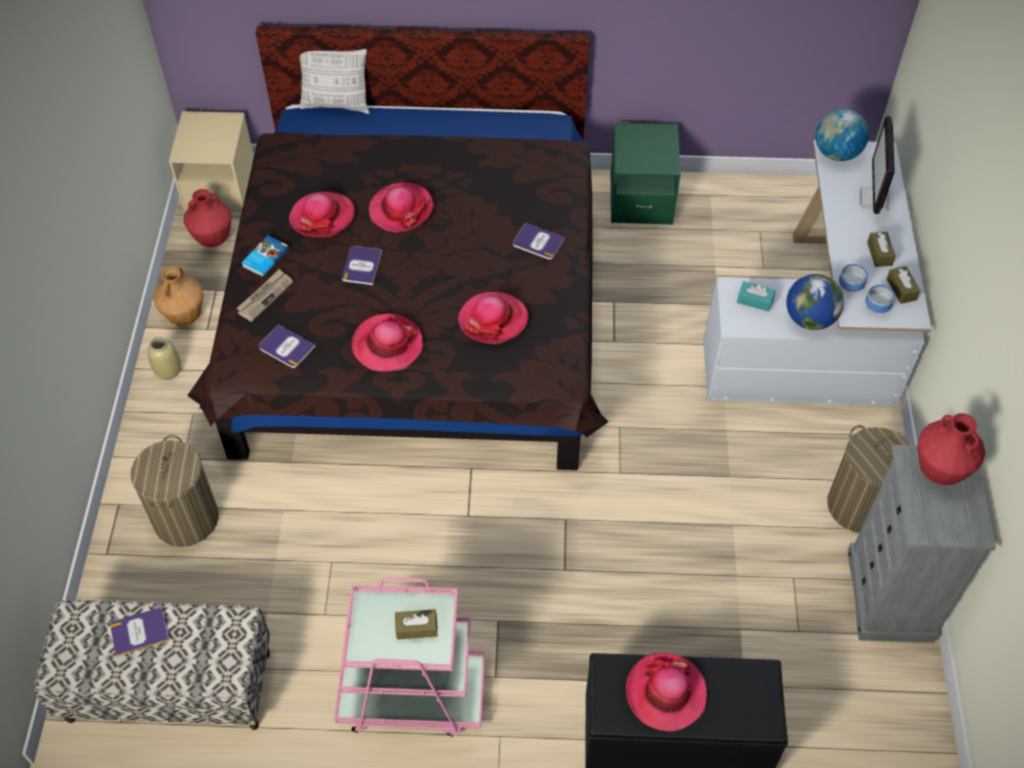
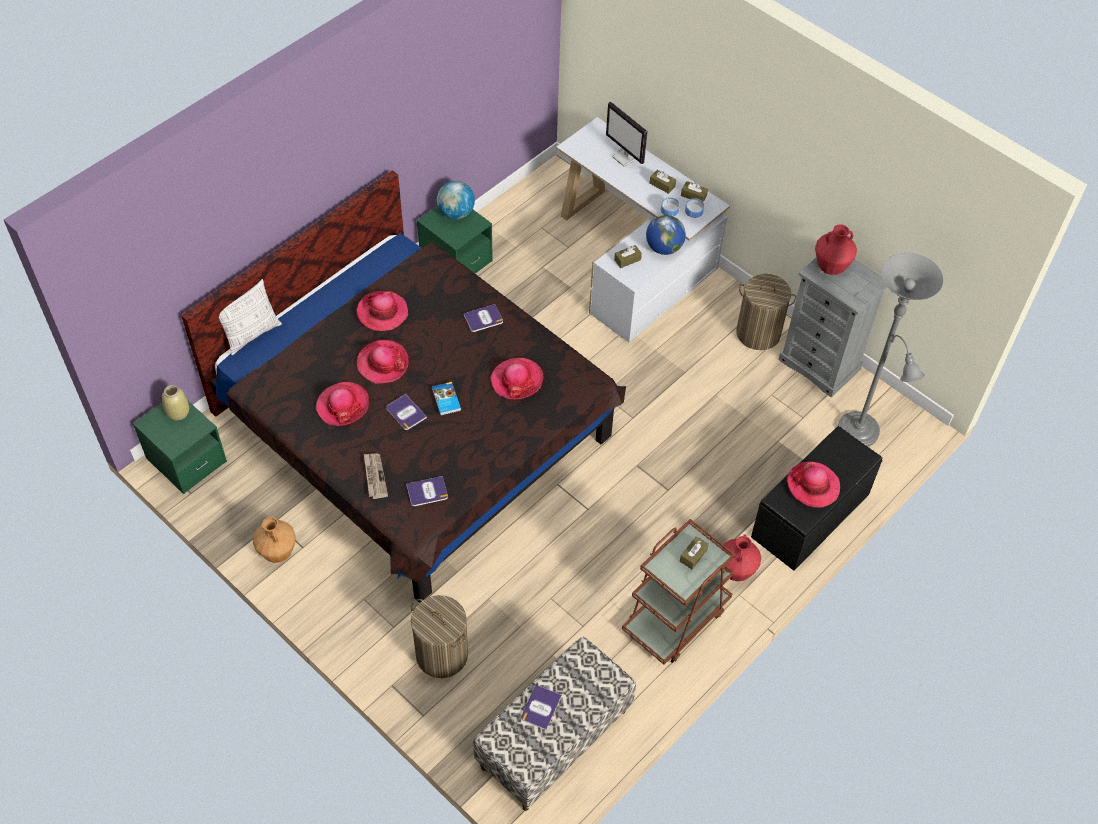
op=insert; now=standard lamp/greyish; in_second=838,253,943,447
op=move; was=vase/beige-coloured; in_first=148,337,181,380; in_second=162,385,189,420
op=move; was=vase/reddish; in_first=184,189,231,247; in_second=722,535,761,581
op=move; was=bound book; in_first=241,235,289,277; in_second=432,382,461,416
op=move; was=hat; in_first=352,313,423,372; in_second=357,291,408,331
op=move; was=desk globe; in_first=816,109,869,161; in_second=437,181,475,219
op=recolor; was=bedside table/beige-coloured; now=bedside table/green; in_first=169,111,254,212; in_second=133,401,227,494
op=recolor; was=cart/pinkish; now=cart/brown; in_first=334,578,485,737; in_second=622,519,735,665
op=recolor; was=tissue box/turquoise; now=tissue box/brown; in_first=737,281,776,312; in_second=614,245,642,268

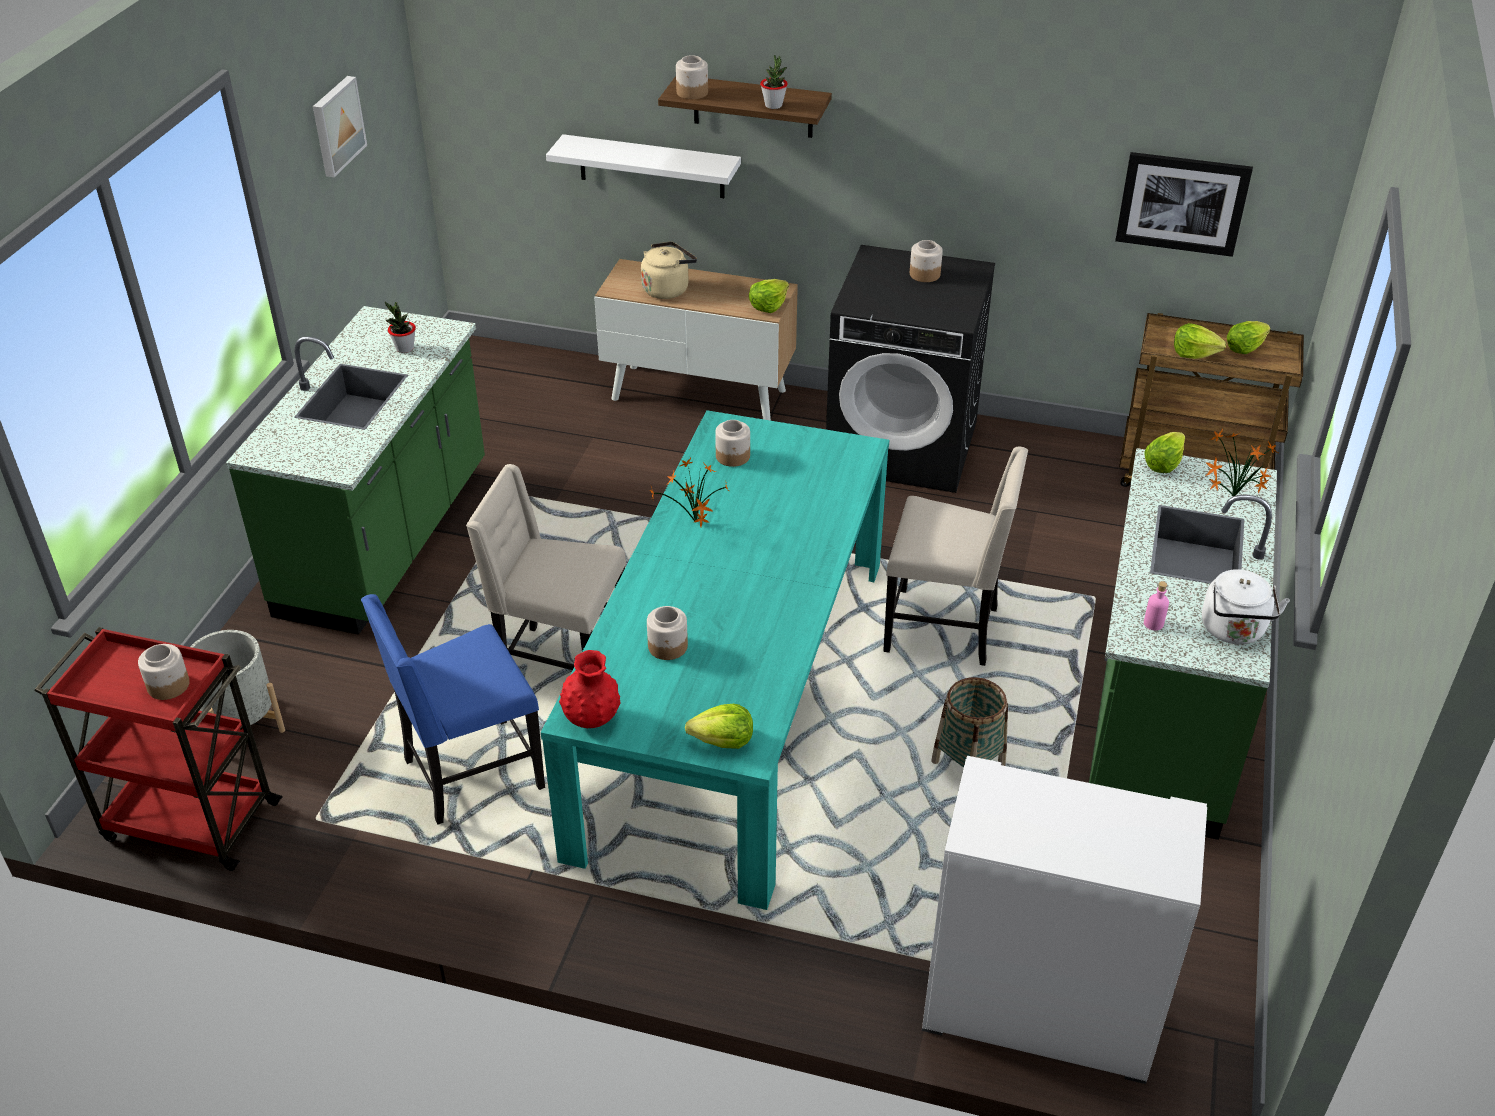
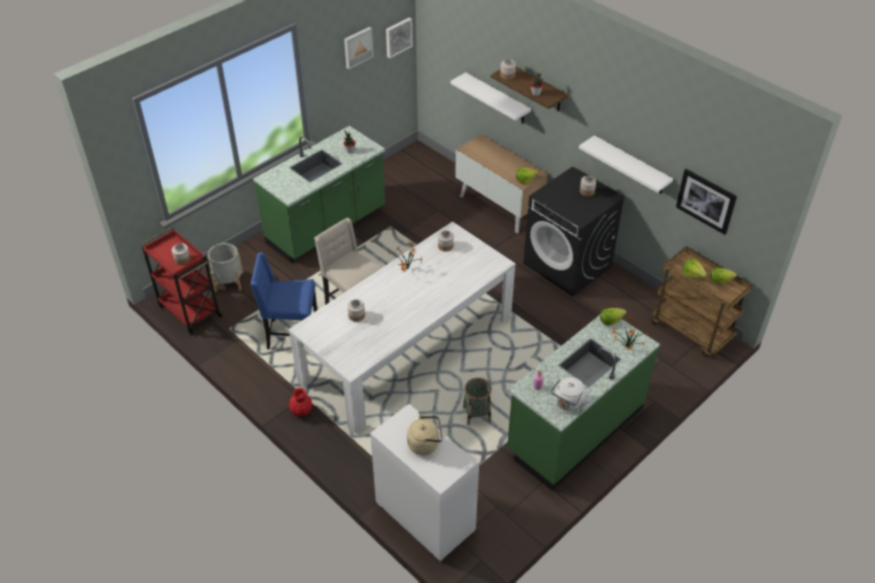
op=delete; was=head of lettuce; in_first=685,704,753,749
op=delete; was=chair/beige-coloured; in_first=883,447,1028,666
op=insert; now=wall picture; in_second=386,17,413,58
op=insert; now=bracket shelf/white; in_second=579,135,673,194
op=move; was=vase/reddish; in_first=559,650,621,728; in_second=289,388,313,416
op=move; was=water kettle/beige-coloured; in_first=641,241,697,299; in_second=407,415,443,455
op=recolor; was=kitchen table/turquoise; now=kitchen table/white; in_first=541,410,889,910; in_second=288,221,516,434

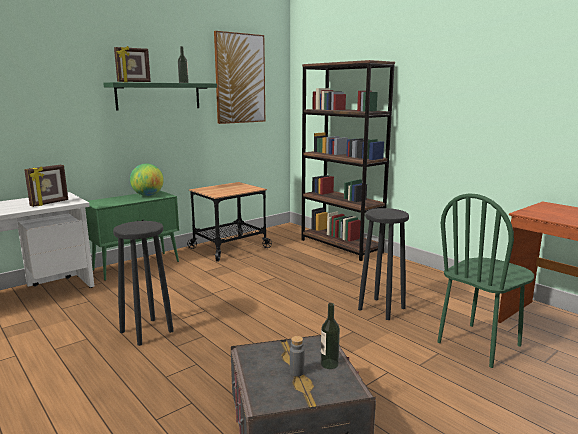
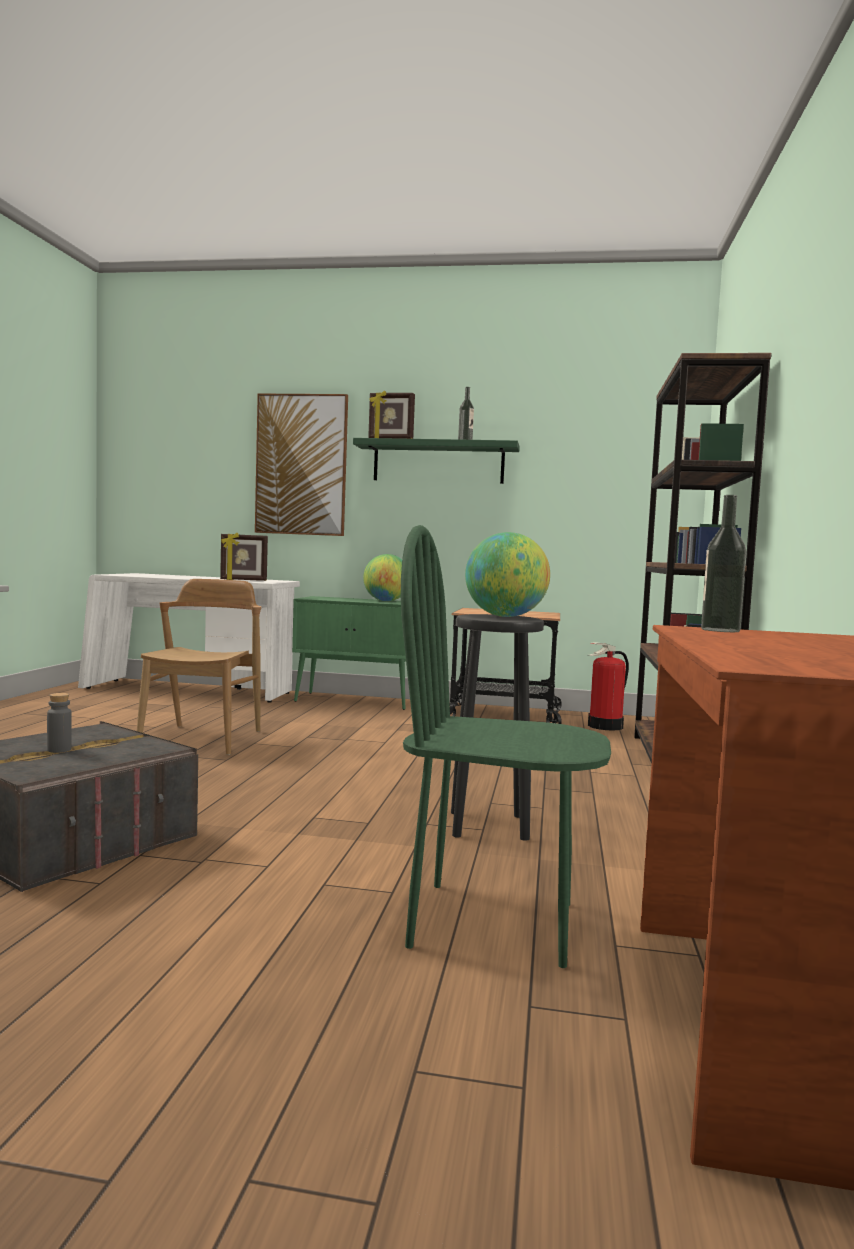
op=insert; now=desk globe; in_second=465,532,550,617
op=insert; now=extinguisher; in_second=588,642,629,730
op=move; was=wall picture; in_first=214,31,265,124; in_second=255,393,348,536
op=move; was=bottle; in_first=321,303,340,369; in_second=701,495,746,632
op=replace; was=stool/blackish; now=chair/brown; in_first=113,221,174,346; in_second=137,579,262,755

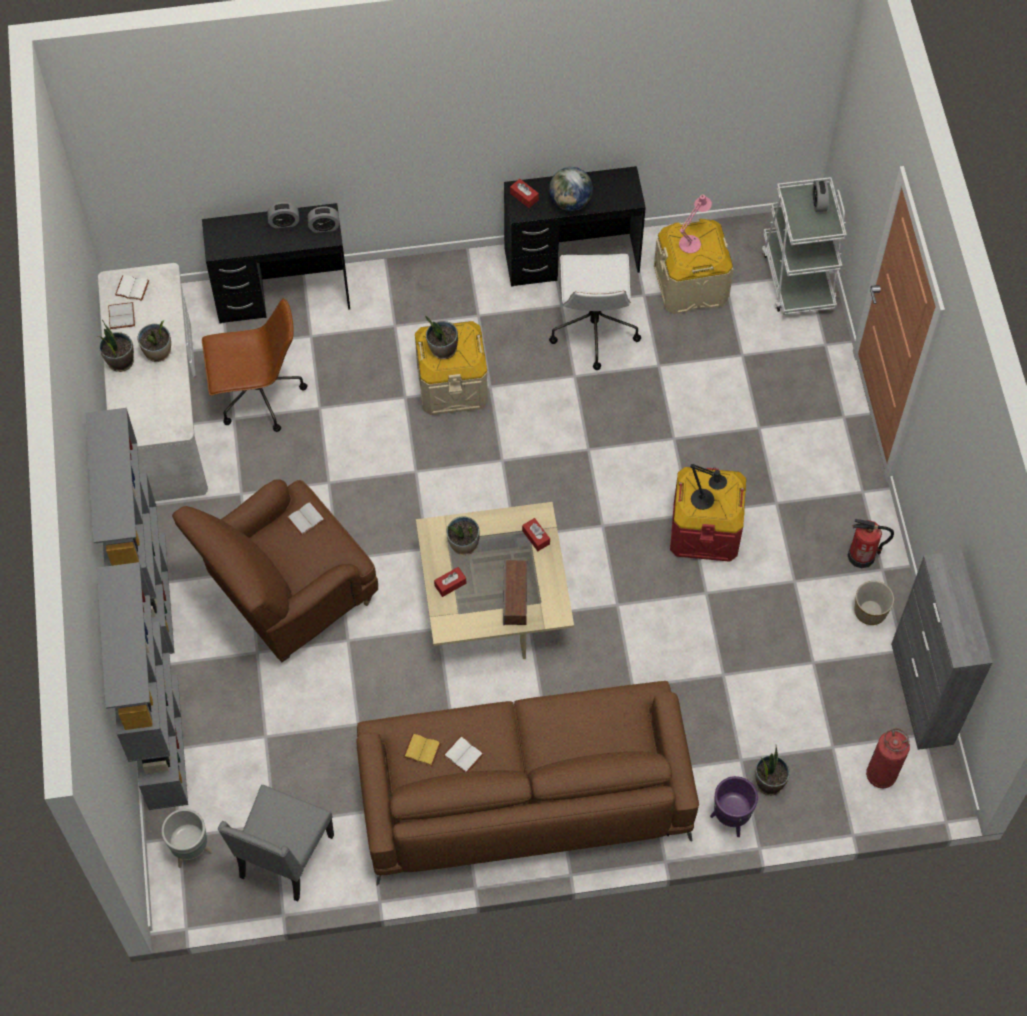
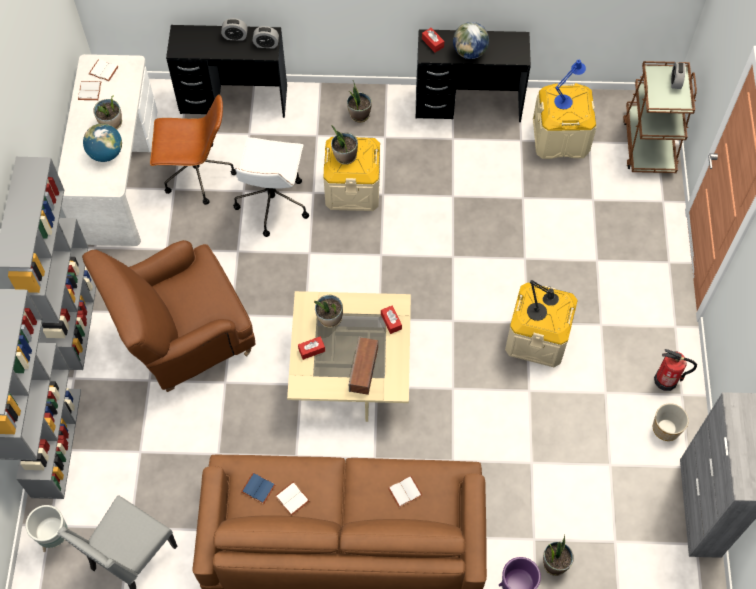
op=delete; was=extinguisher; in_first=866,728,910,789
op=insert; now=desk globe; in_second=83,123,122,162
op=move; was=houseplant; in_first=98,320,134,372; in_second=347,81,372,123
op=move; was=bound book/white; in_first=287,501,326,535; in_second=388,476,423,508
op=move; was=computer chair/white; in_first=549,254,641,370; in_second=233,137,309,237
op=recolor; was=bound book/yellowish; now=bound book/blue; in_first=403,733,441,766; in_second=241,473,276,504
op=recolor; was=storage bin/reddish; now=storage bin/beige-coloured; in_first=670,467,746,562; in_second=505,283,578,367
op=recolor; was=tabletop lamp/pinkish; now=tabletop lamp/blue; in_first=679,194,712,253; in_second=554,60,586,109
op=recolor; was=cart/white; now=cart/brown; in_first=762,177,847,315; in_second=623,61,697,173

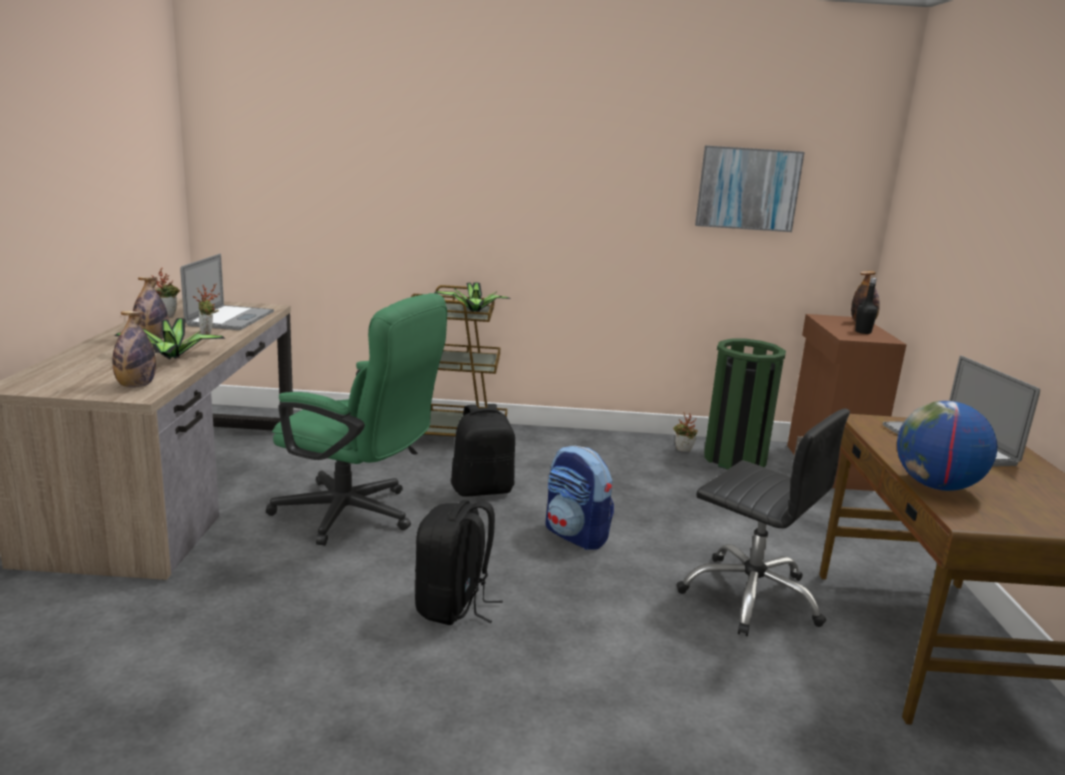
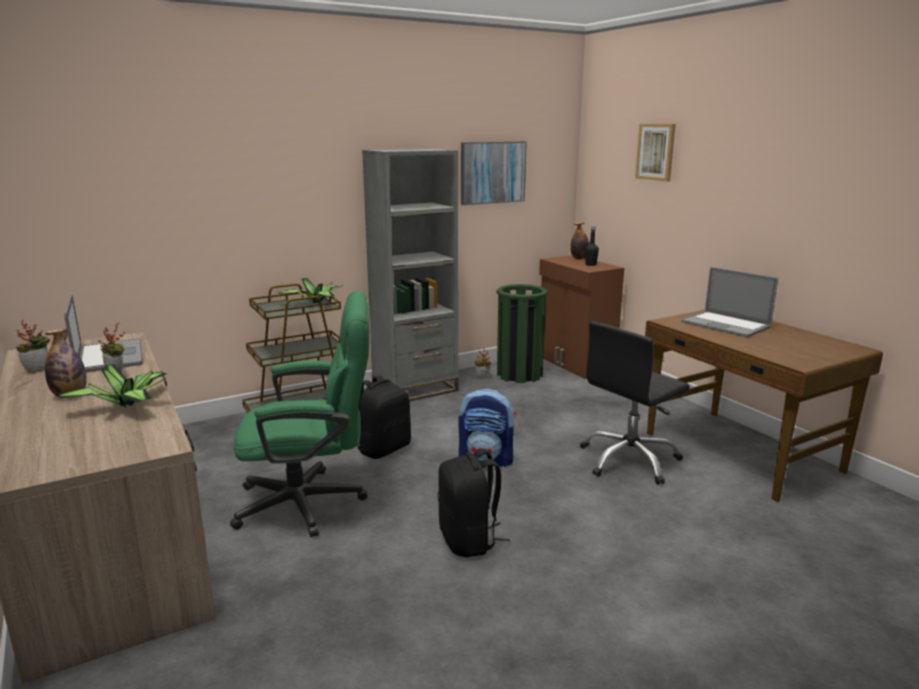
op=delete; was=bottle; in_first=113,311,156,388
op=delete; was=desk globe; in_first=897,401,997,491
op=insert; now=bookcase/greyish; in_second=362,149,458,401
op=insert; now=wall picture; in_second=635,124,676,181
op=rotate; was=computer chair/blackish; in_first=676,409,850,636; in_second=580,321,690,485; clockwise=135

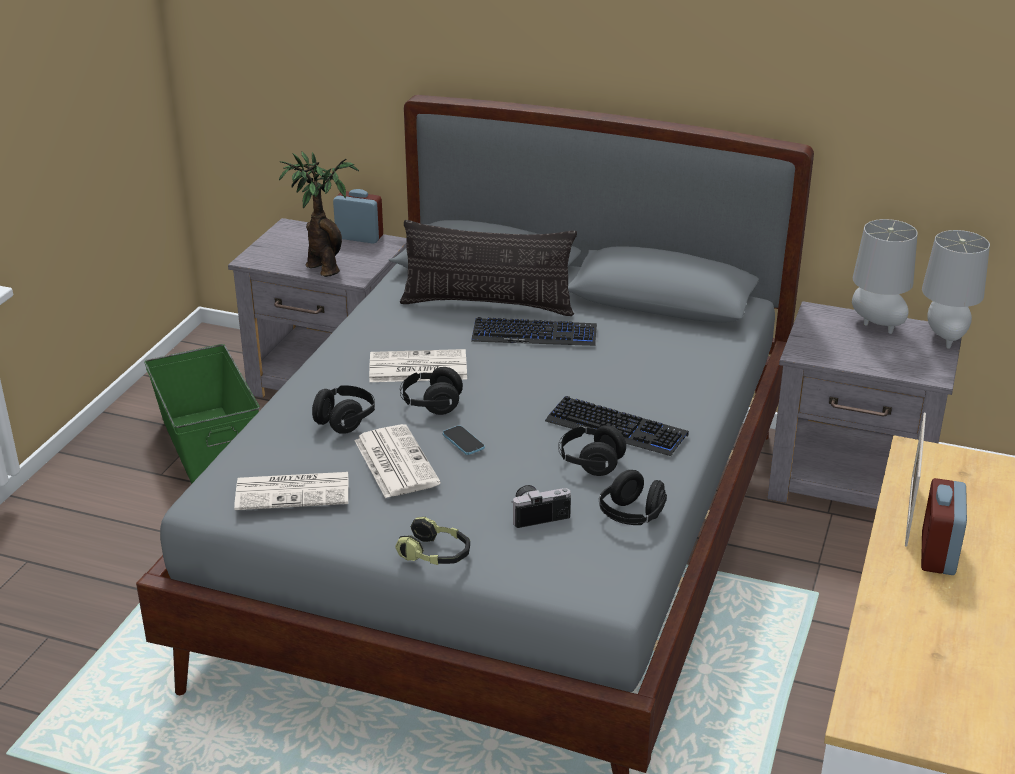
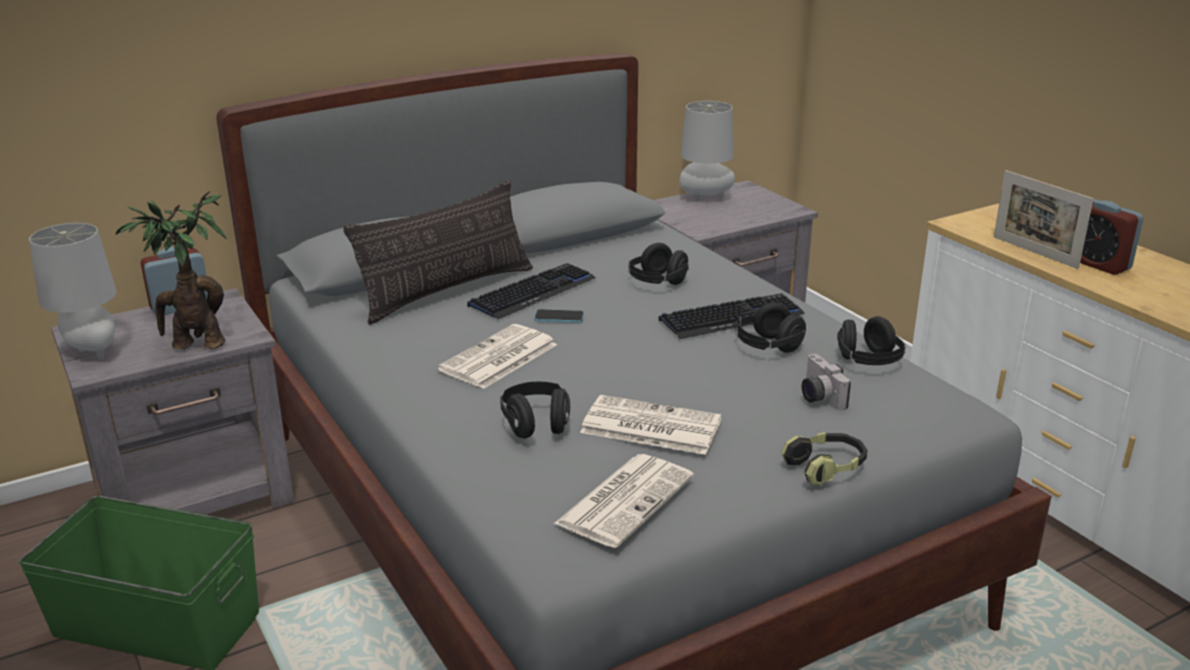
op=move; was=headphones/blackish; in_first=400,367,463,415; in_second=628,243,689,285
op=move; was=telephone; in_first=443,425,485,455; in_second=534,309,584,323
op=move; was=tabletop lamp/greyish; in_first=922,230,990,349; in_second=29,223,117,360
op=rotate; was=photo camera; in_first=512,485,571,528; in_second=802,354,851,410; clockwise=-45

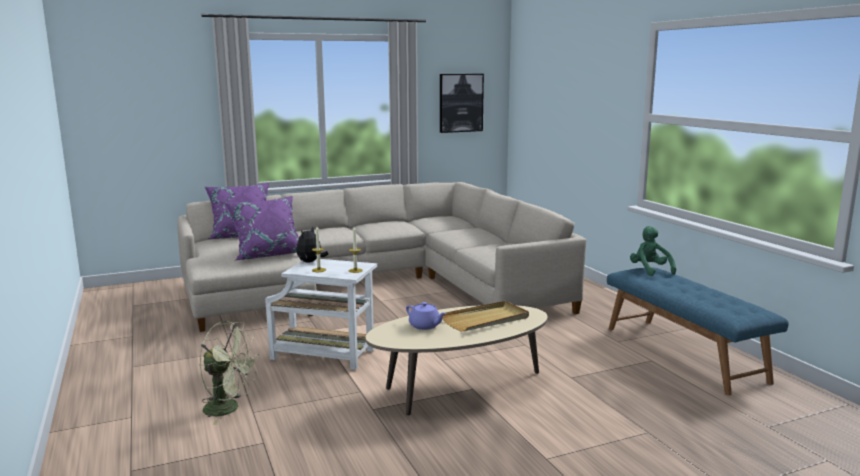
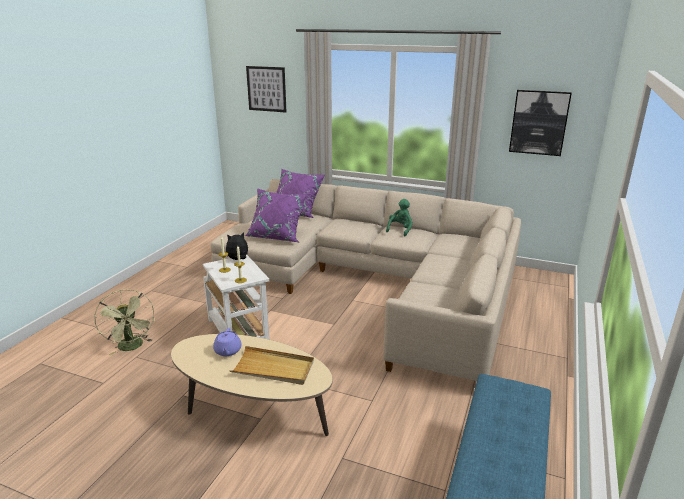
op=insert; now=wall picture; in_second=246,66,287,113
op=move; was=cuddly toy/green; in_first=630,226,676,276; in_second=386,199,413,236

